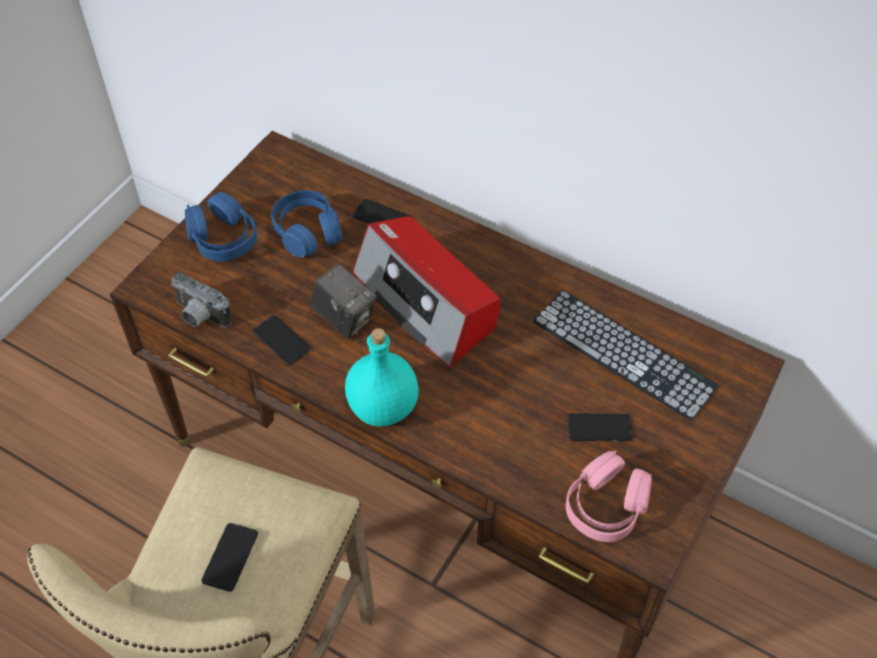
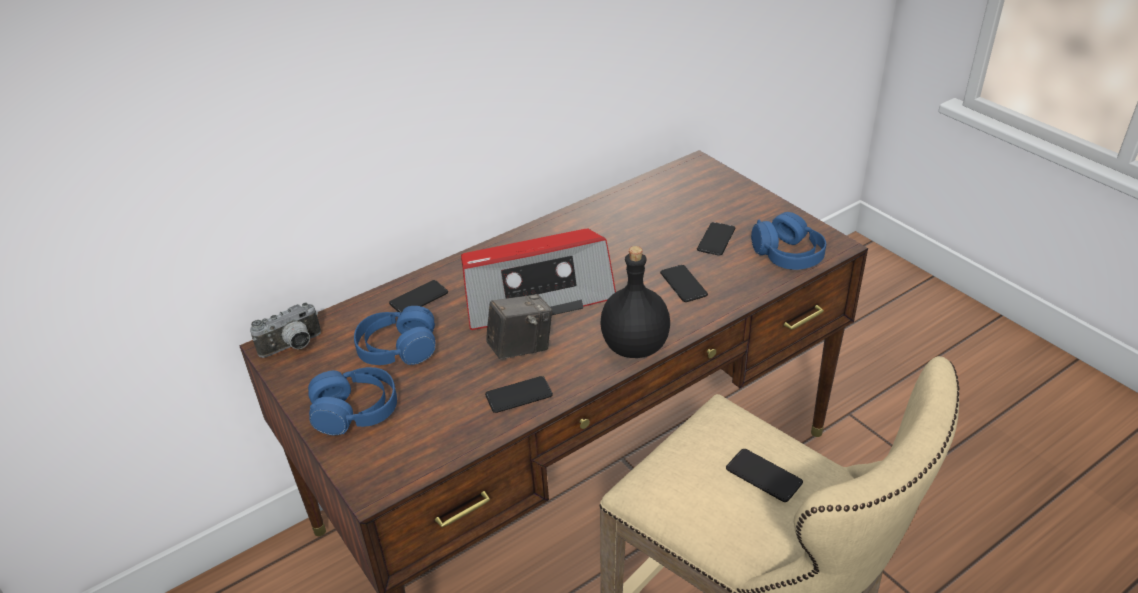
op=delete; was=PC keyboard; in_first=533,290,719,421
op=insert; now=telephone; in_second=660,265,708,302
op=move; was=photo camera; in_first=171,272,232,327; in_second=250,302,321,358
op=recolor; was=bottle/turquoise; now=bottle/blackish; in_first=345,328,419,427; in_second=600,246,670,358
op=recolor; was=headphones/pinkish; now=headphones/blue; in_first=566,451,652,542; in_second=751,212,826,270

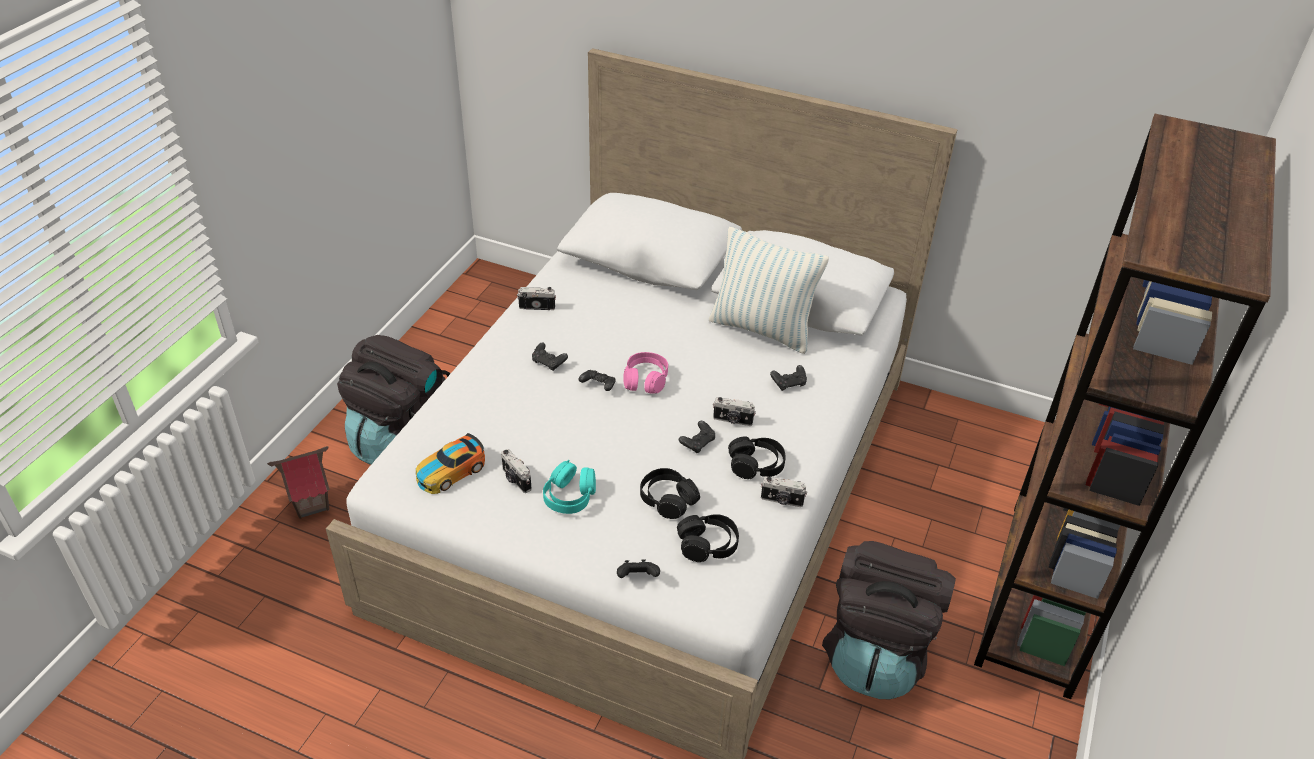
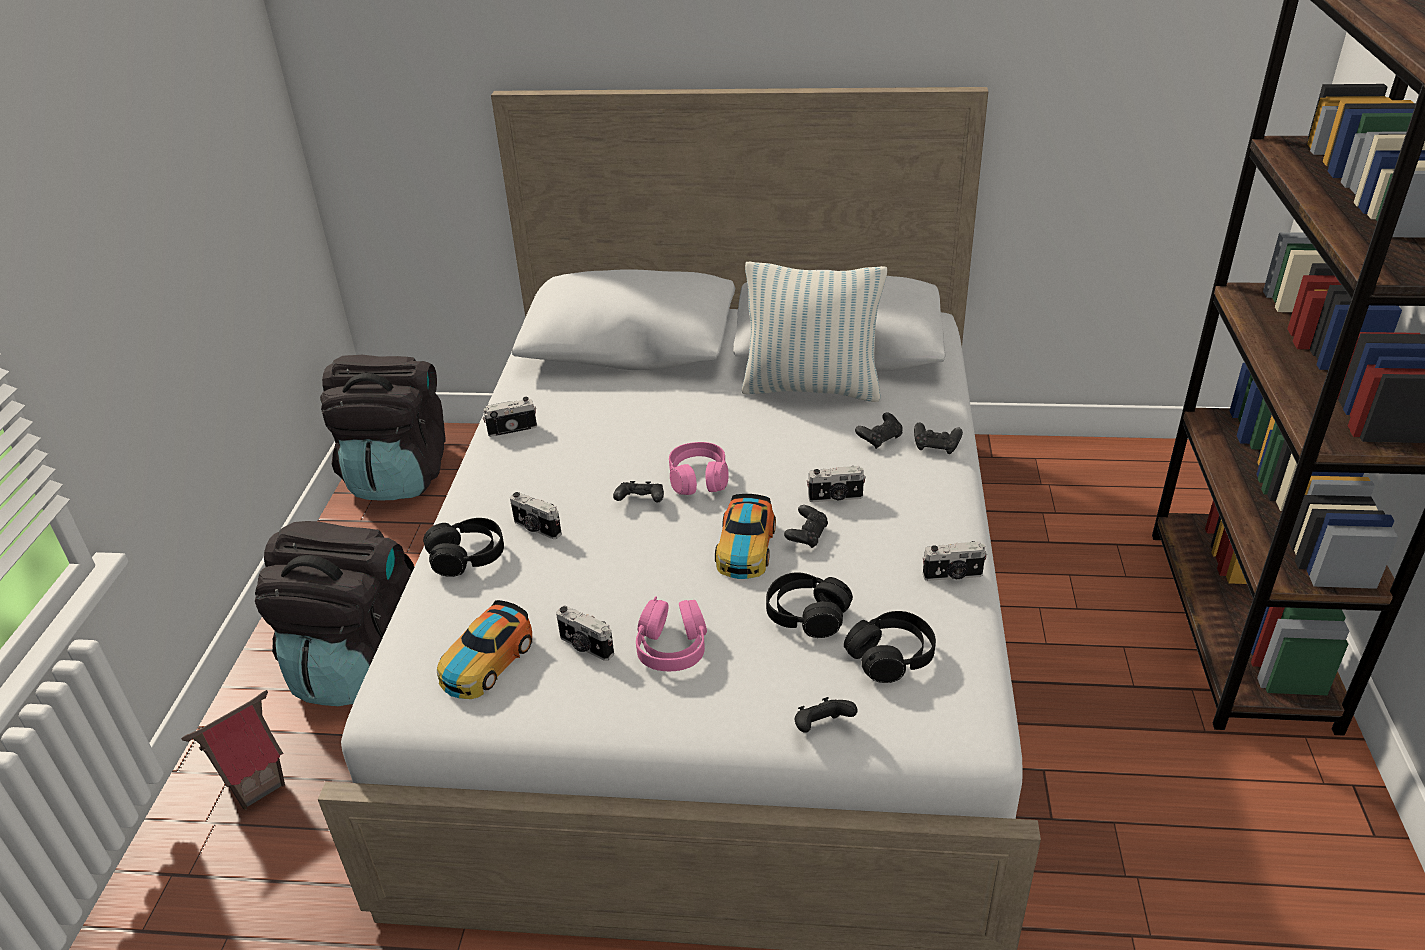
op=insert; now=photo camera; in_second=510,492,562,539
op=insert; now=model car; in_second=715,494,776,579
op=move; was=game controller/blackish; in_first=532,342,568,371; in_second=914,422,963,454
op=move; was=headphones/blackish; in_first=728,437,786,479; in_second=423,518,504,577
op=move; was=backpack/blackish; in_first=822,541,956,699; in_second=320,355,445,501
op=recolor; was=headphones/turquoise; now=headphones/pinkish; in_first=543,460,596,514; in_second=636,596,707,671

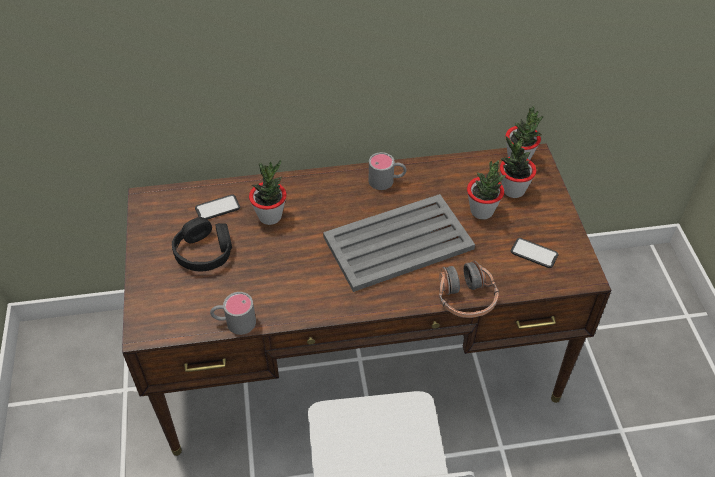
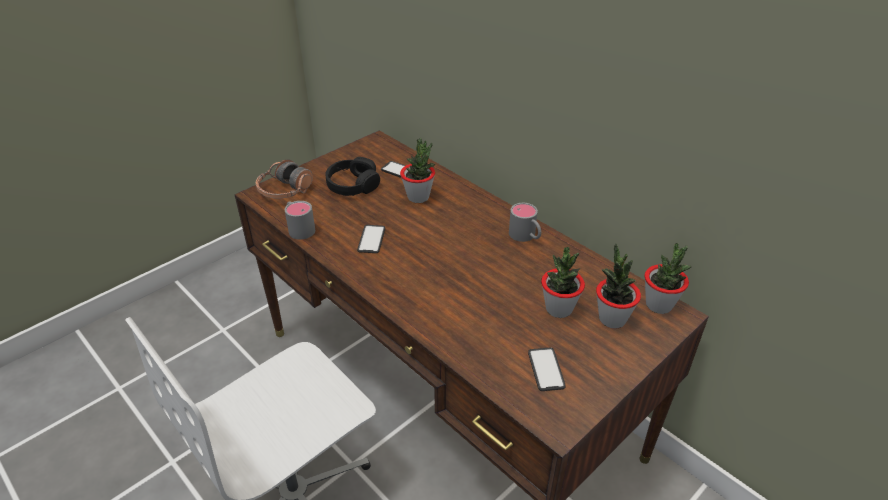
op=delete; was=carrying tray/greyish; in_first=323,194,475,292
op=insert; now=telephone; in_second=357,225,385,253
op=move; was=headphones; in_first=439,261,499,318; in_second=256,159,313,199

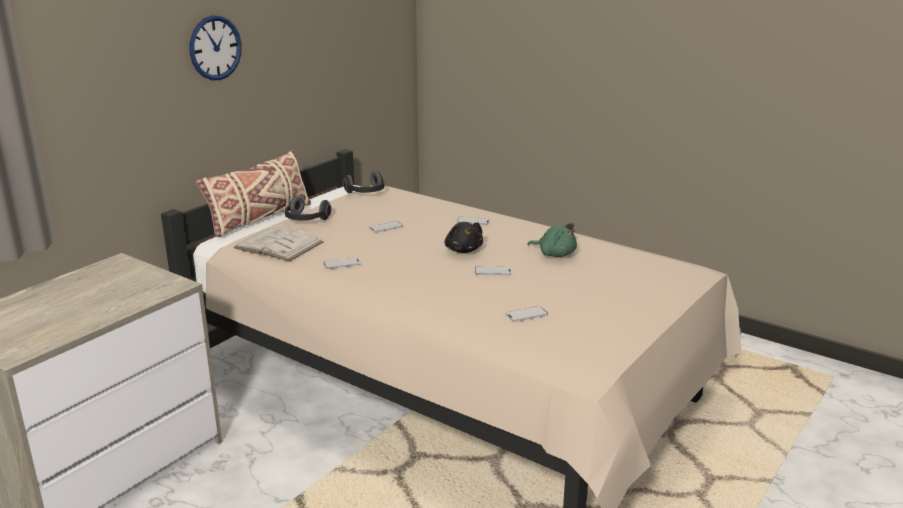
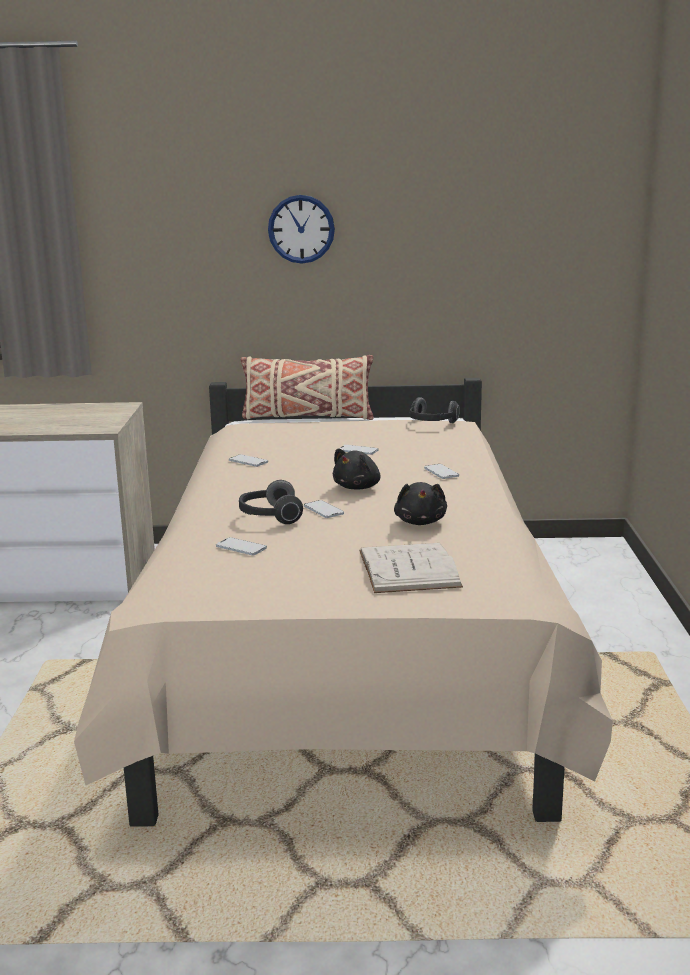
op=move; was=bound book/white; in_first=234,228,323,262; in_second=359,543,463,593
op=move; was=headphones; in_first=285,196,332,221; in_second=239,480,303,524
op=recolor; was=cuddly toy/green; now=cuddly toy/blackish; in_first=527,223,577,257; in_second=394,482,447,525

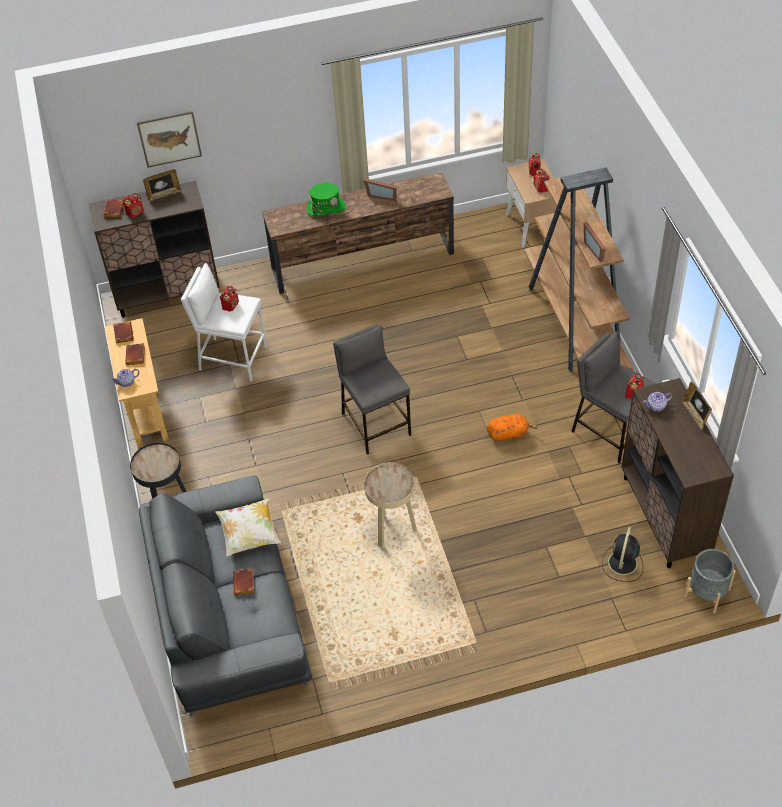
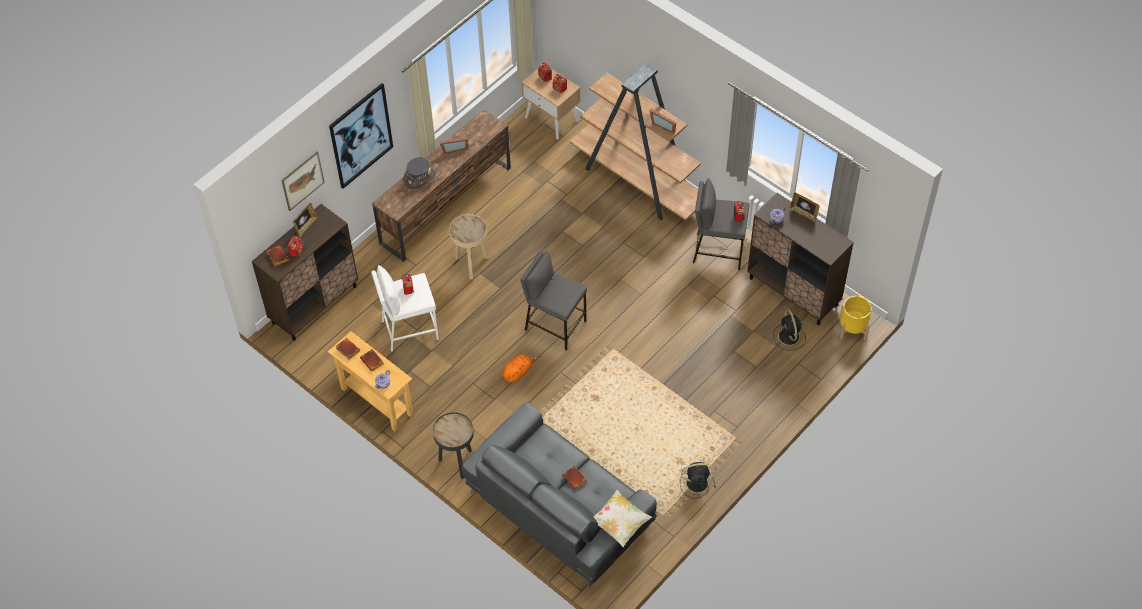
op=insert; now=wall picture; in_second=329,83,393,189
op=insert; now=fan/blackish; in_second=680,462,716,499
op=move; was=pillow; in_first=215,498,281,556; in_second=594,490,652,547
op=move; was=side table/beige-coloured; in_first=364,462,417,547; in_second=449,214,488,279
op=move; was=cuddly toy/orange-coloured; in_first=487,414,538,442; in_second=502,354,538,382
op=recolor; was=hat/green; now=hat/greyish; in_first=306,183,346,216; in_second=404,157,436,190
op=recolor; was=planter/greyish; now=planter/yellowish; in_first=684,549,736,614; in_second=839,296,872,340

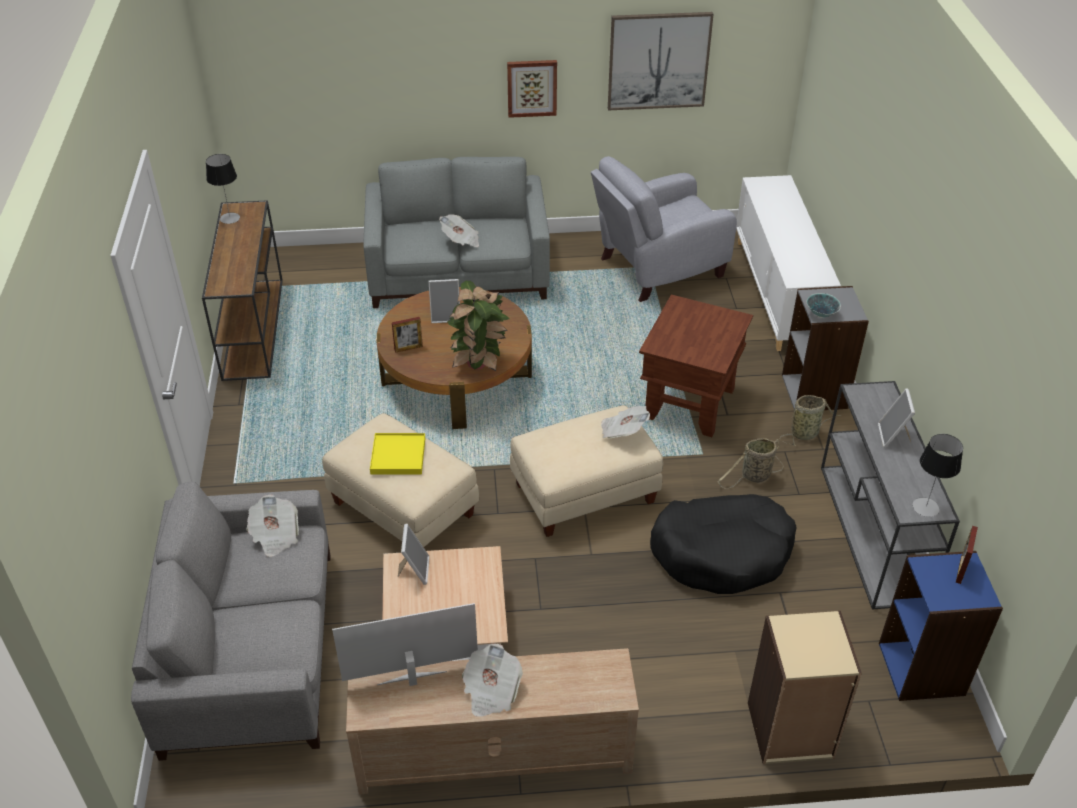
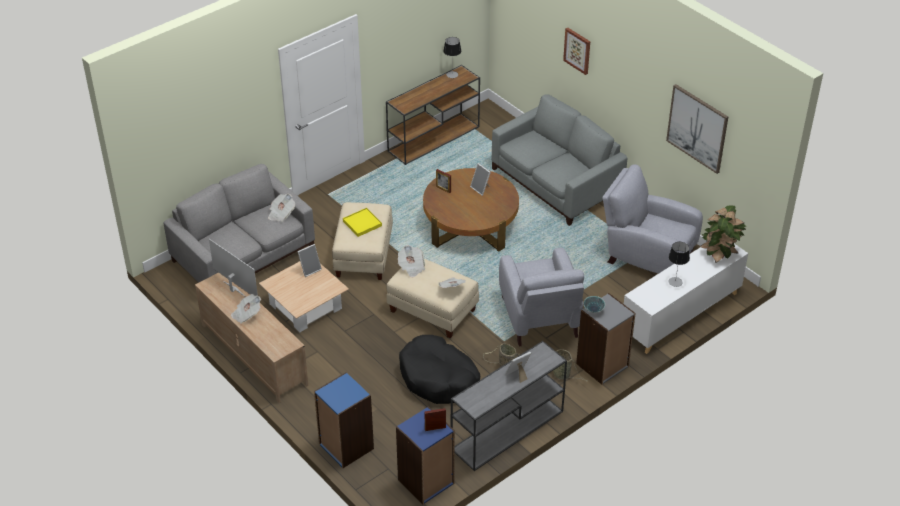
op=move; was=daily paper; in_first=439,214,479,247; in_second=398,245,425,278
op=move; was=houseplant; in_first=447,281,510,371; in_second=699,205,746,263
op=move; was=wall picture; in_first=507,60,557,118; in_second=563,28,590,75
op=move; was=tabletop lamp; in_first=913,434,963,517; in_second=668,242,690,287
op=replace; was=side table/brown; now=lounge chair/greyish; in_first=639,295,753,437; in_second=499,248,584,346
op=recolor; was=bookcase/beige-coloured; now=bookcase/blue; in_first=748,611,862,764; in_second=314,372,374,468

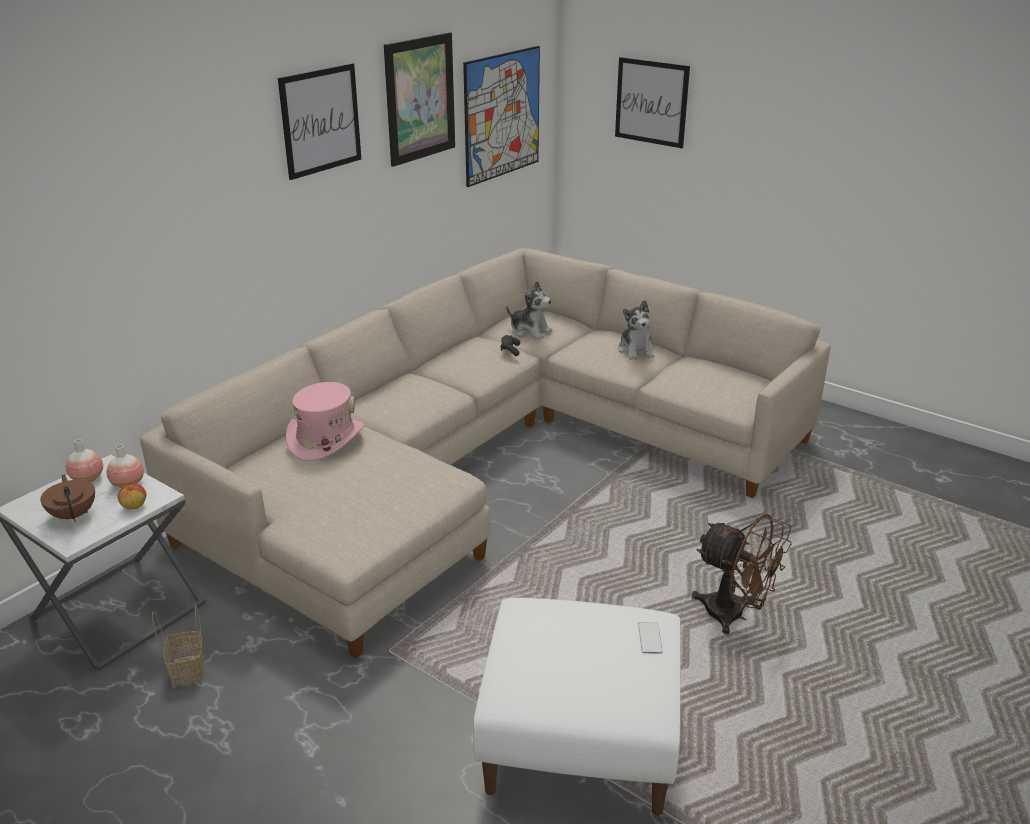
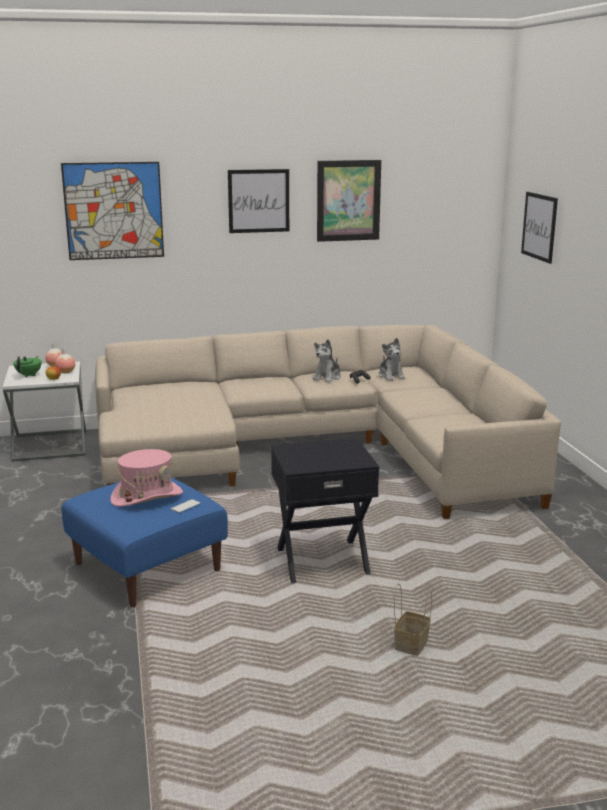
op=move; was=basket; in_first=152,605,205,686; in_second=394,583,432,656
op=move; was=hat/pinkish; in_first=286,382,365,461; in_second=110,449,183,507
op=move; was=wall picture; in_first=463,46,540,187; in_second=61,162,164,260
op=move; was=cuddly toy; in_first=618,300,655,360; in_second=313,339,341,382
op=replace; was=fan/brown; now=side table/blackish; in_first=692,514,792,635; in_second=271,438,379,583
op=recolor; was=teapot/brown; now=teapot/green; in_first=40,475,95,522; in_second=13,356,42,377
op=recolor; was=pouffe/white; now=pouffe/blue; in_first=473,598,681,816; in_second=62,477,228,607

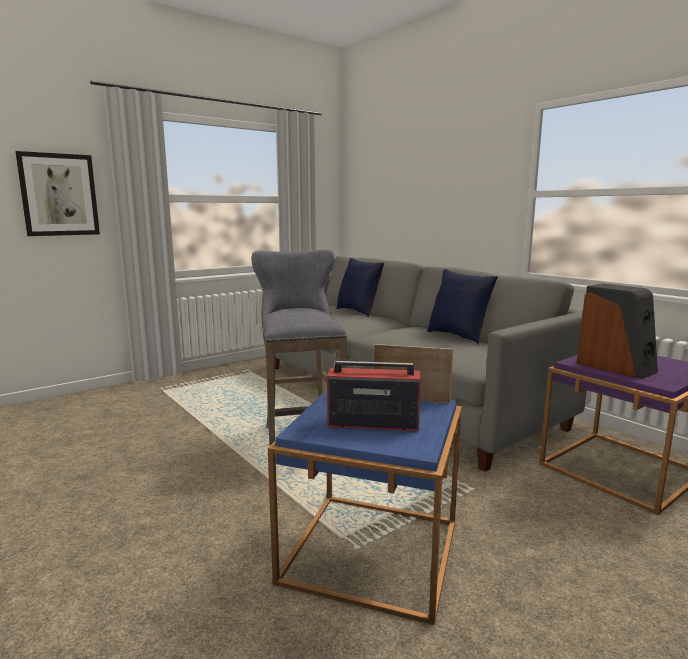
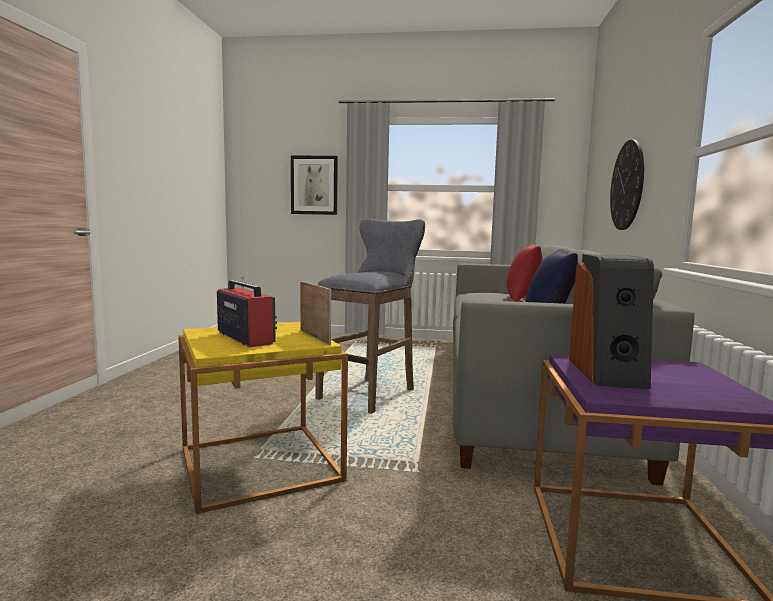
op=insert; now=hanging clock; in_second=610,140,644,230
op=recolor; was=side table/blue; now=side table/yellowish; in_first=268,390,462,625; in_second=178,322,348,514
op=recolor; was=pillow/blue; now=pillow/reddish; in_first=337,258,384,317; in_second=506,244,543,302

